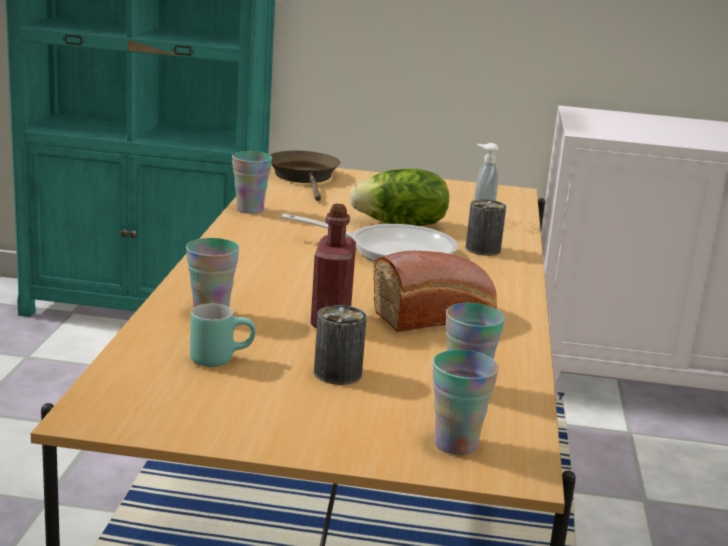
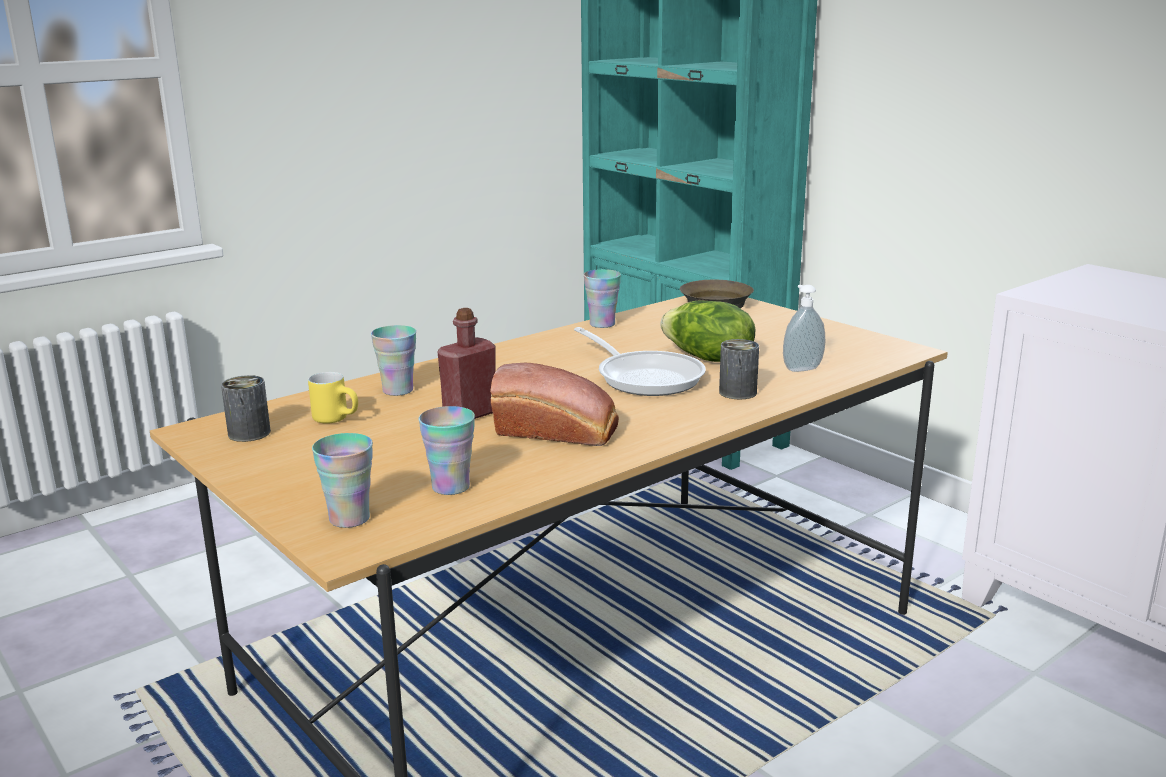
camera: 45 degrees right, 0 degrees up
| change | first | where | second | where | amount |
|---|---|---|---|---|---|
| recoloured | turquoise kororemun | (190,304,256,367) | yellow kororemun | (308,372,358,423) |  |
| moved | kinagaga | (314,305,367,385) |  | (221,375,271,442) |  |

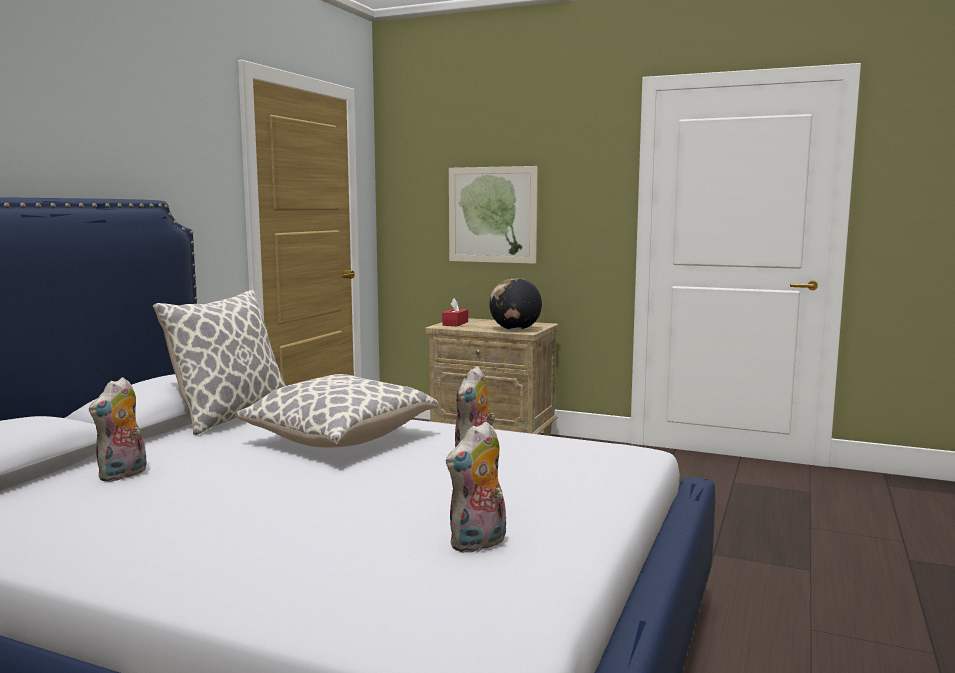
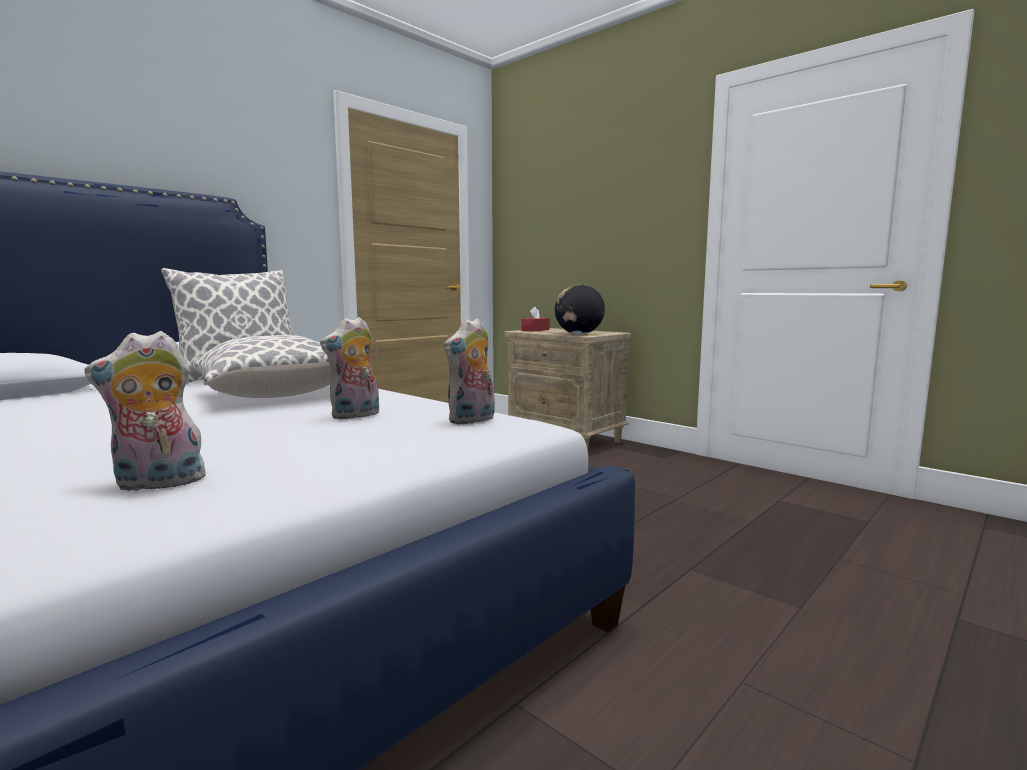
camera: 20 degrees right, 0 degrees up
| change | first | where | second | where | amount |
|---|---|---|---|---|---|
| removed | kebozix | (449,166,538,264) |  |  |  |
| moved | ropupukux | (89,377,147,482) |  | (444,318,495,425) |  |

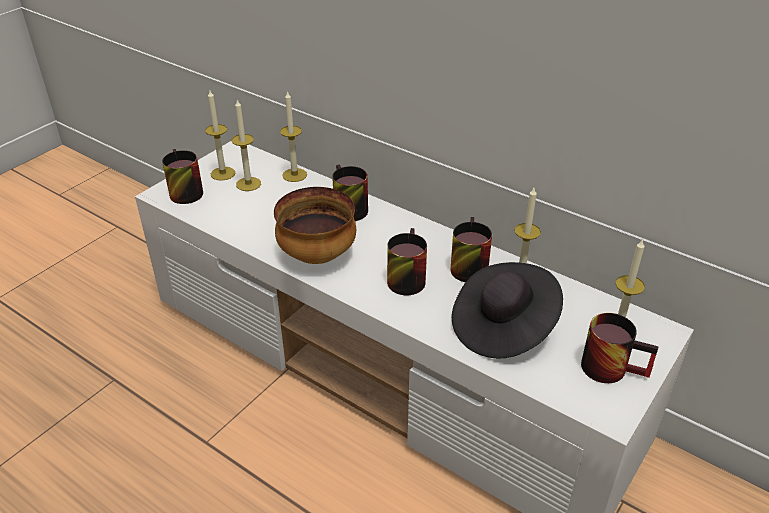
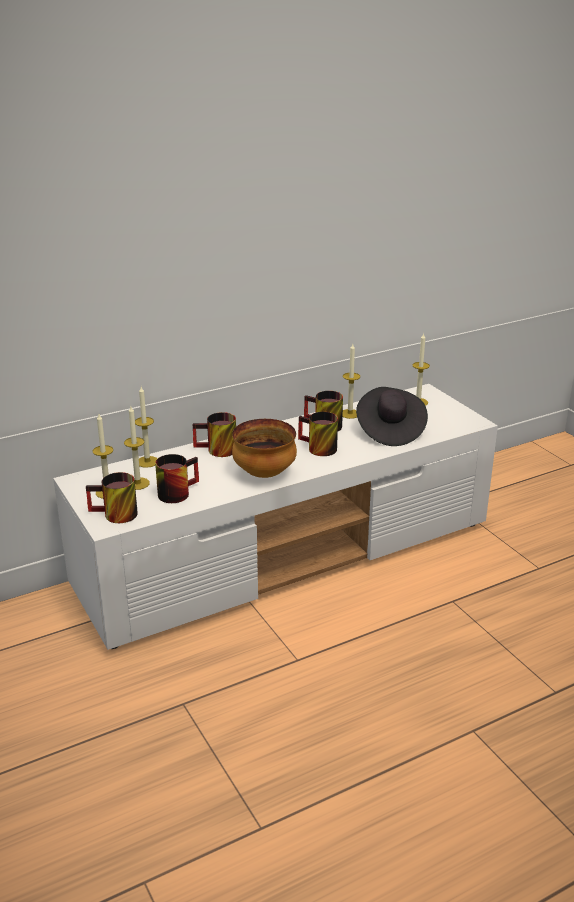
camera: 65 degrees left, 10 degrees down
| change | first | where | second | where | amount |
|---|---|---|---|---|---|
| moved | kororemun | (581,313,659,383) |  | (155,454,199,503) |  |

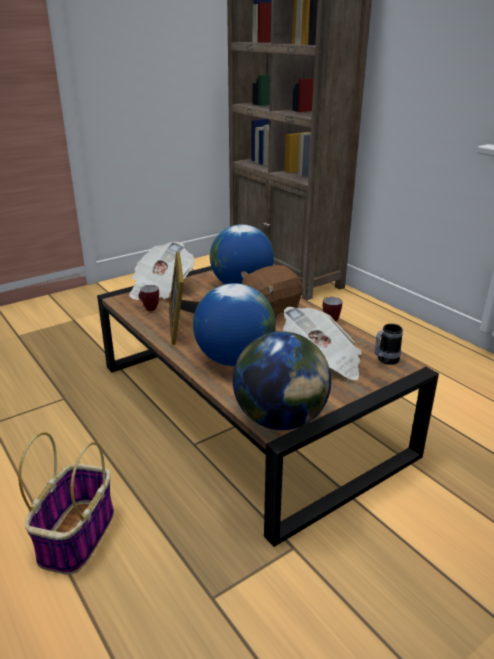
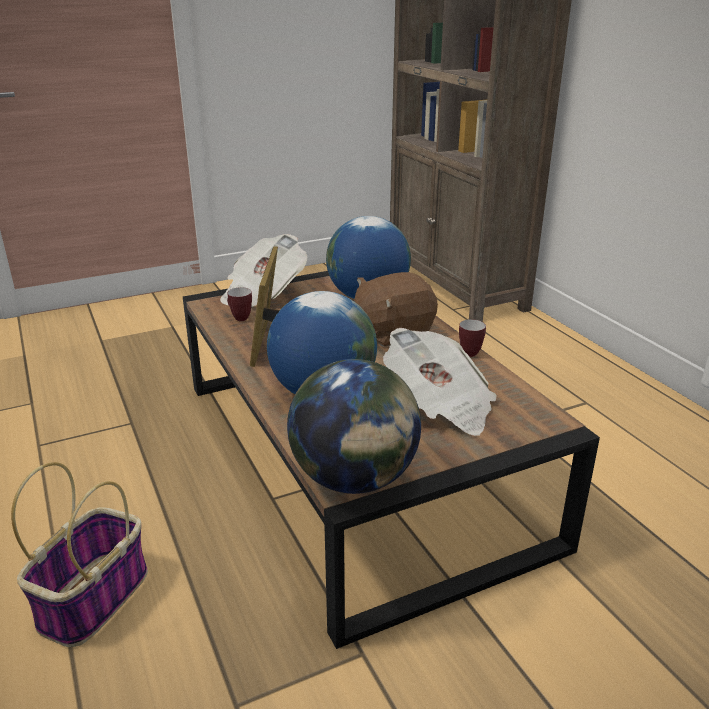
camera: 10 degrees right, 0 degrees up
| change | first | where | second | where | amount |
|---|---|---|---|---|---|
| removed | kororemun | (375,324,403,365) |  |  |  |

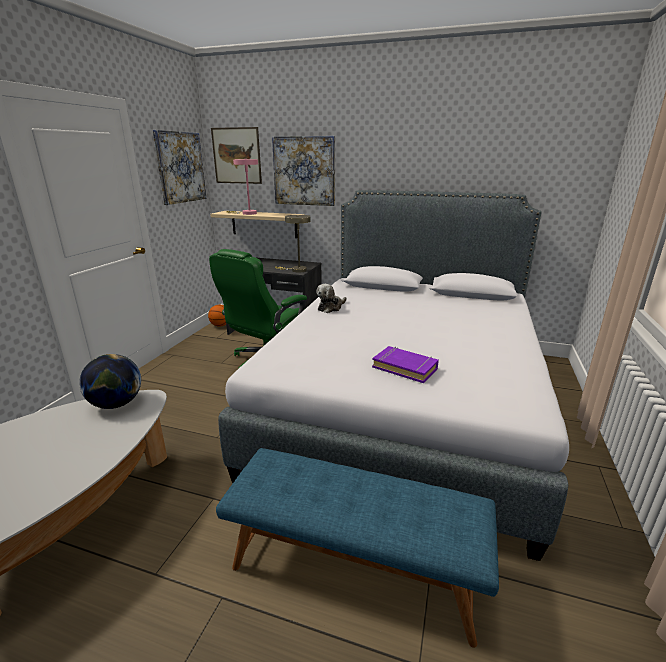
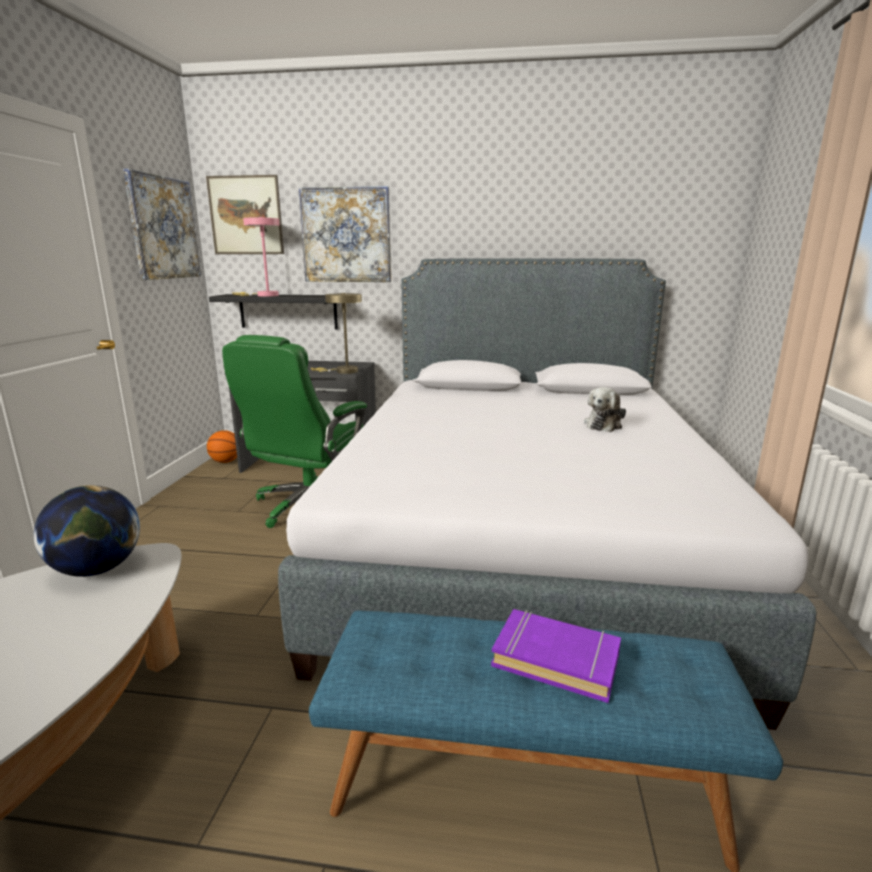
camera: 10 degrees left, 5 degrees down
| change | first | where | second | where | amount |
|---|---|---|---|---|---|
| recoloured | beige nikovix | (210,211,305,238) | black nikovix | (209,294,338,330) |  |
| moved | ropupukux | (316,284,347,313) |  | (584,387,626,432) |  |
| moved | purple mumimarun | (372,346,439,383) |  | (491,609,621,703) |  |

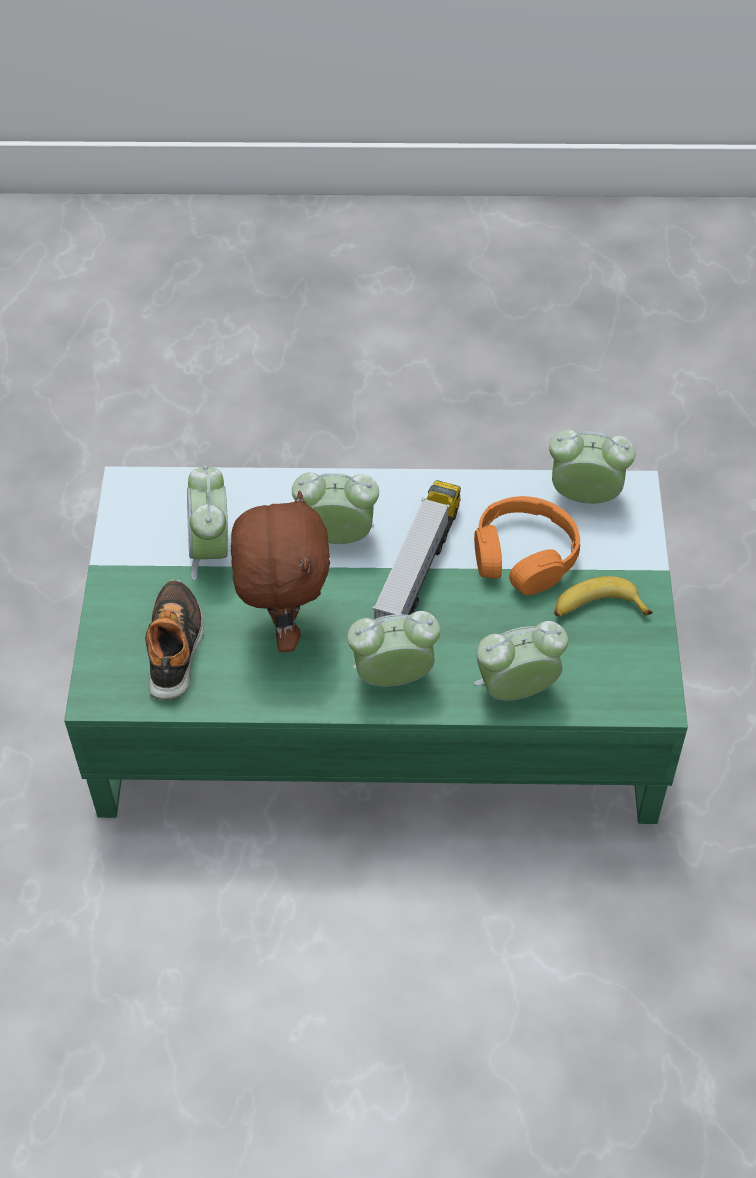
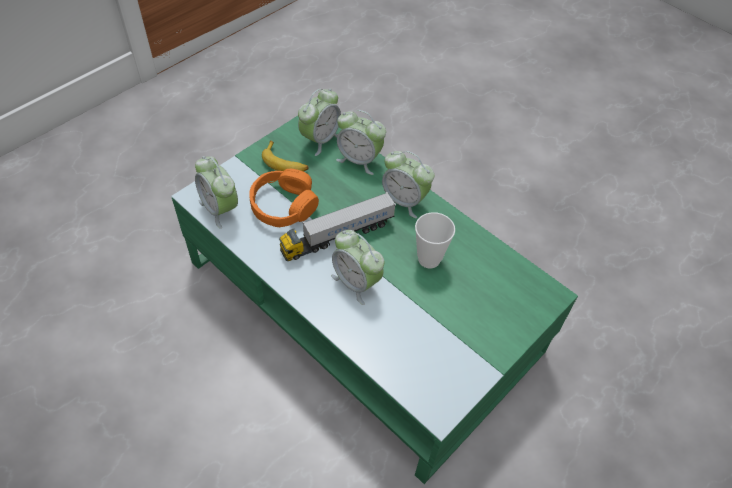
camera: 140 degrees left, 0 degrees up
| change | first | where | second | where | amount |
|---|---|---|---|---|---|
| moved | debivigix | (187,465,228,580) |  | (298,89,341,156) |  |
| replaced | brown ropupukux | (231,490,330,652) | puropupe | (415,212,455,269) |  |
| removed | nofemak | (145,580,204,700) |  |  |  |

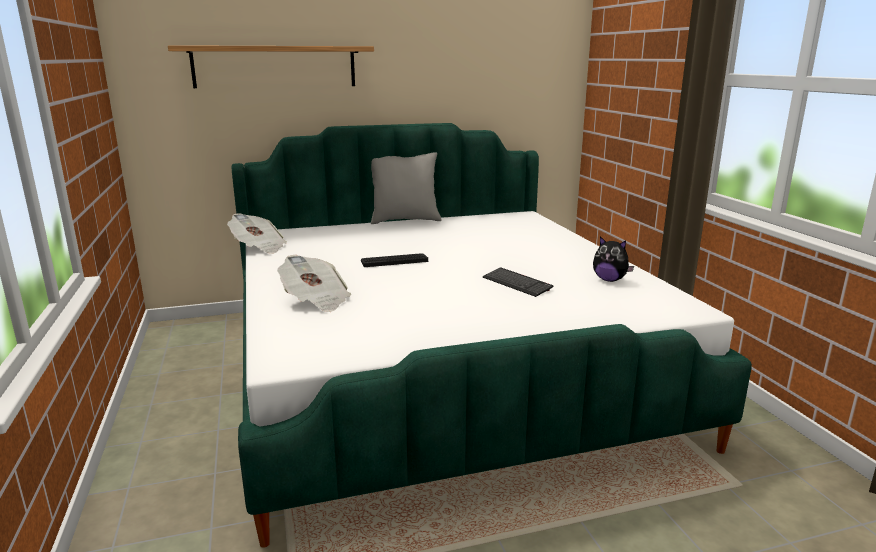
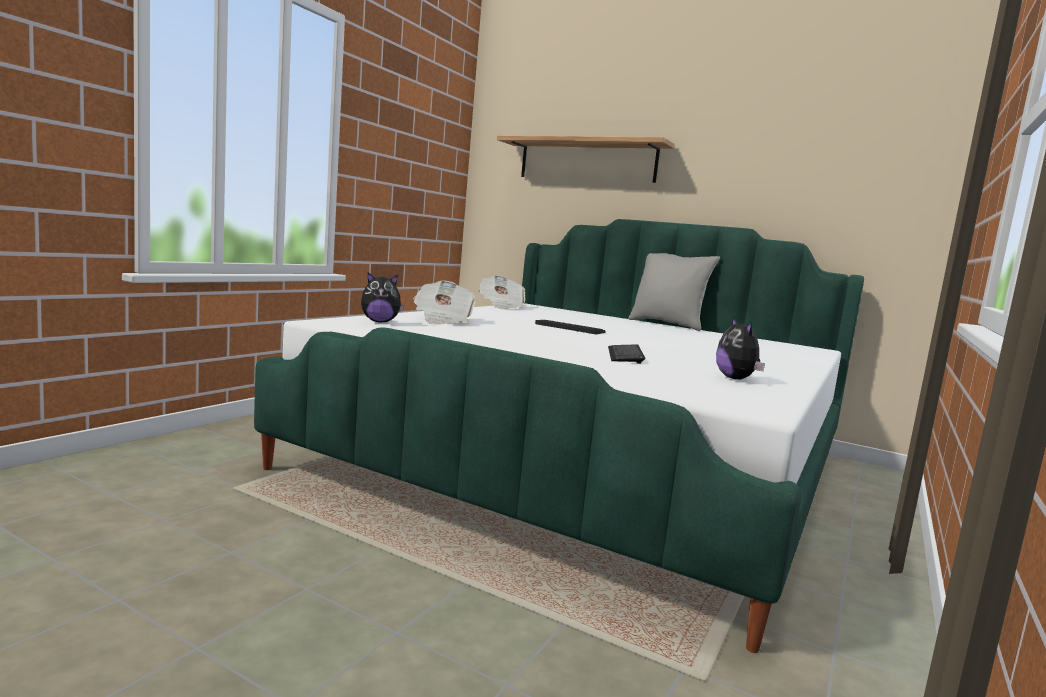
camera: 45 degrees right, 10 degrees down
| change | first | where | second | where | amount |
|---|---|---|---|---|---|
| added |  |  | ropupukux | (361,272,404,323) |  |

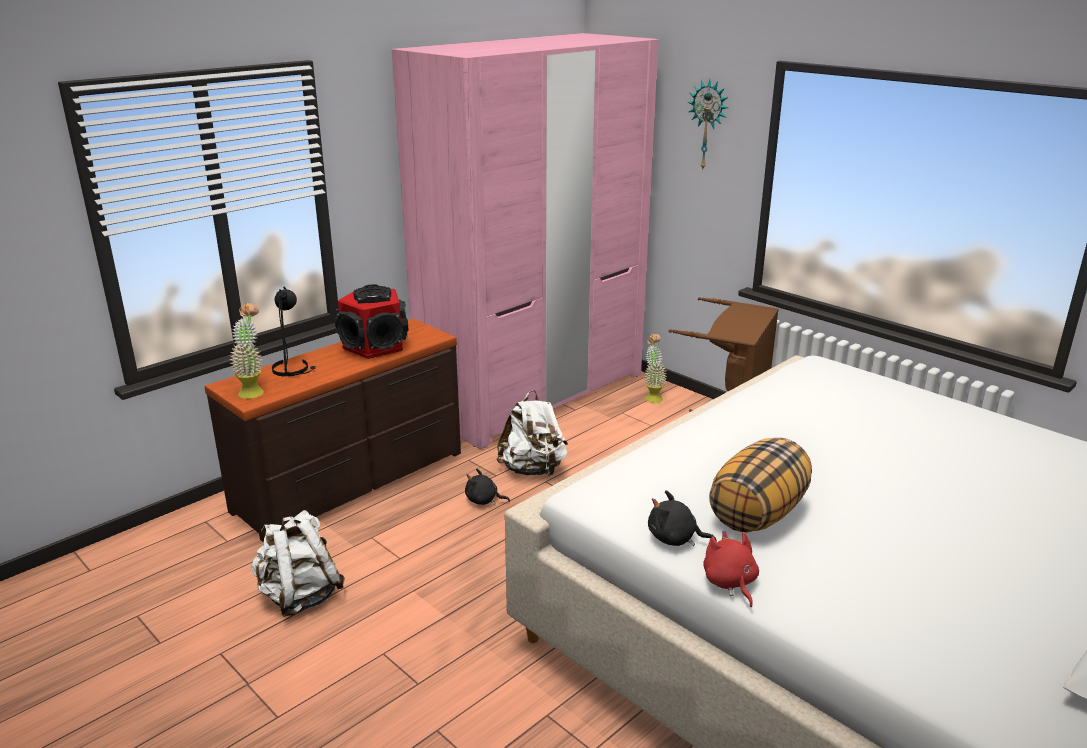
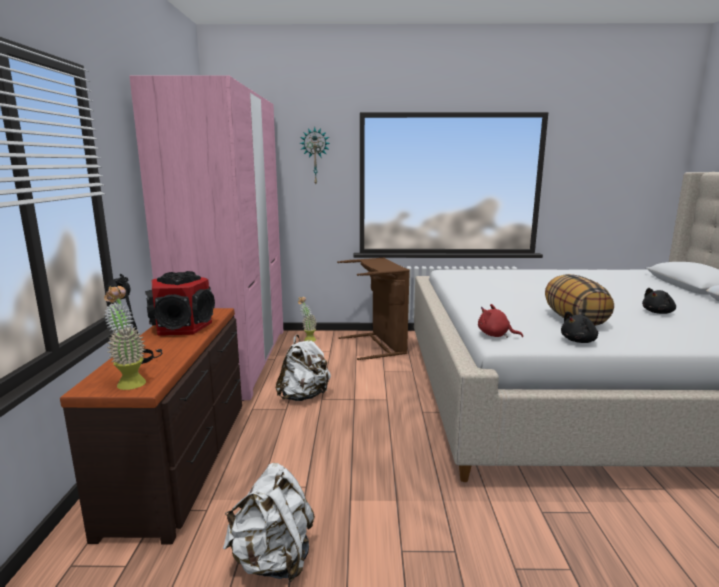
camera: 45 degrees left, 10 degrees down
| change | first | where | second | where | amount |
|---|---|---|---|---|---|
| moved | black ropupukux | (465,469,510,505) |  | (642,288,676,314) |  |
| moved | red ropupukux | (703,530,759,607) |  | (478,304,523,338) |  |

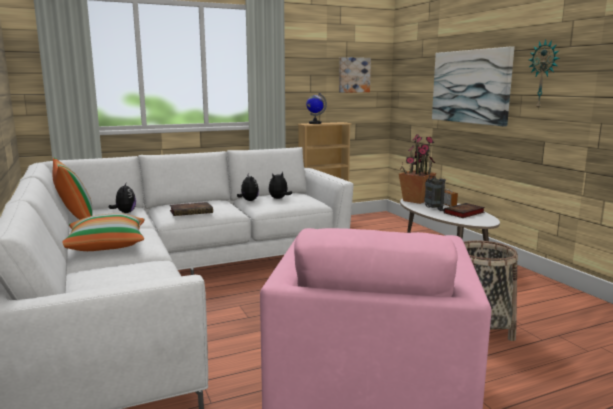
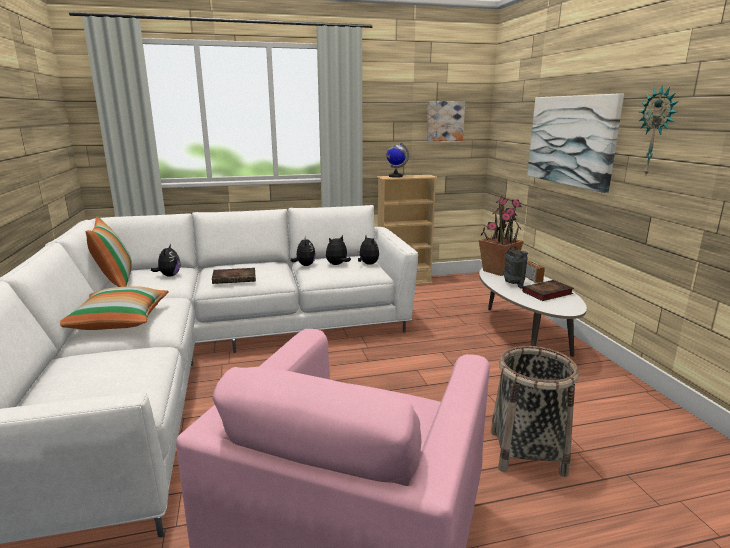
camera: 10 degrees right, 5 degrees up
| change | first | where | second | where | amount |
|---|---|---|---|---|---|
| added |  |  | ropupukux | (357,236,379,265) |  |

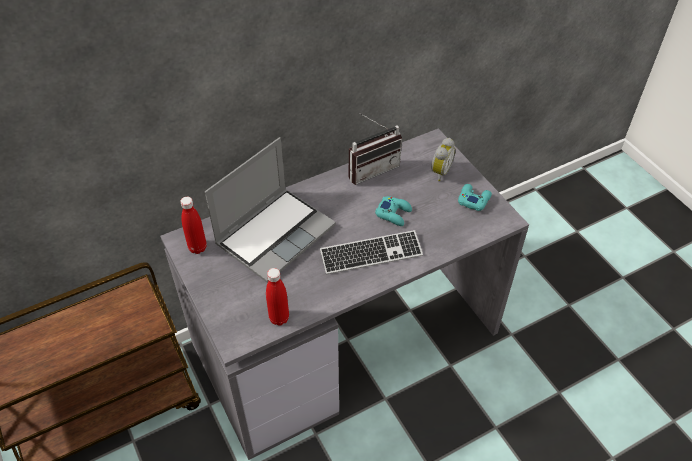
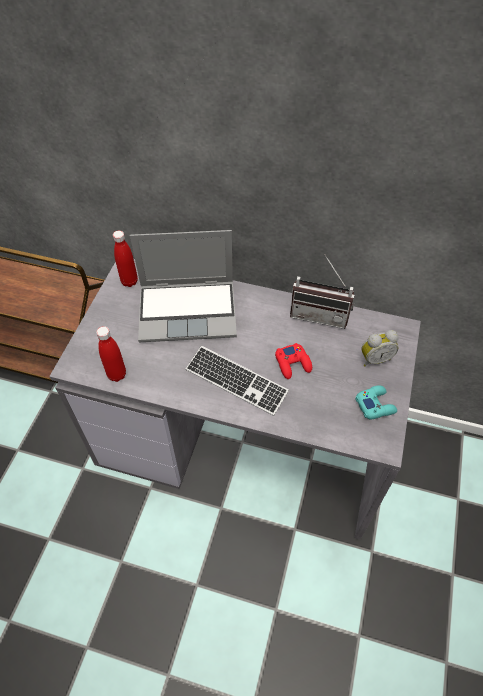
camera: 45 degrees right, 5 degrees up
| change | first | where | second | where | amount |
|---|---|---|---|---|---|
| recoloured | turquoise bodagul | (375,196,412,226) | red bodagul | (275,343,312,379) |  |

